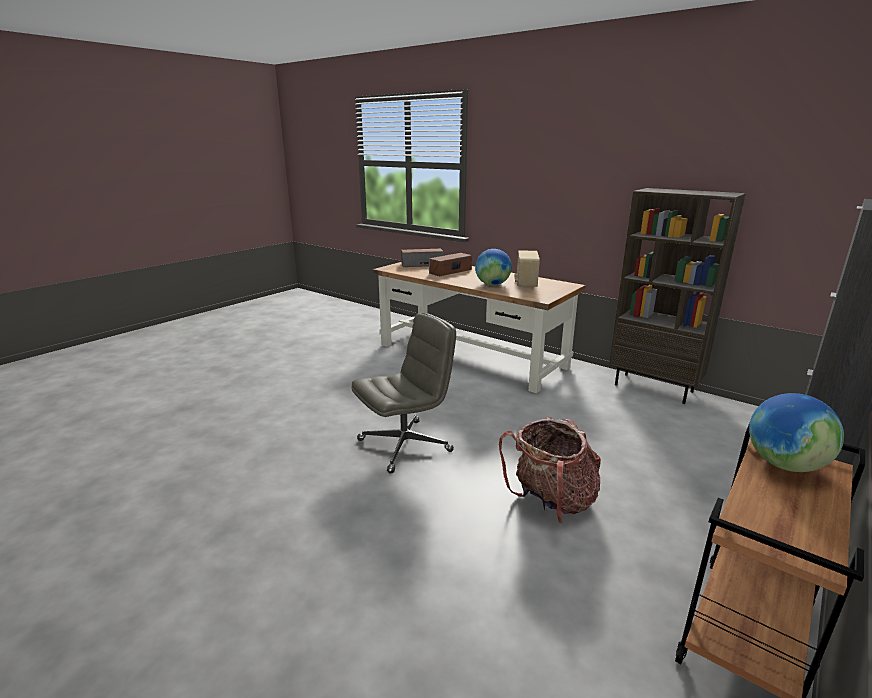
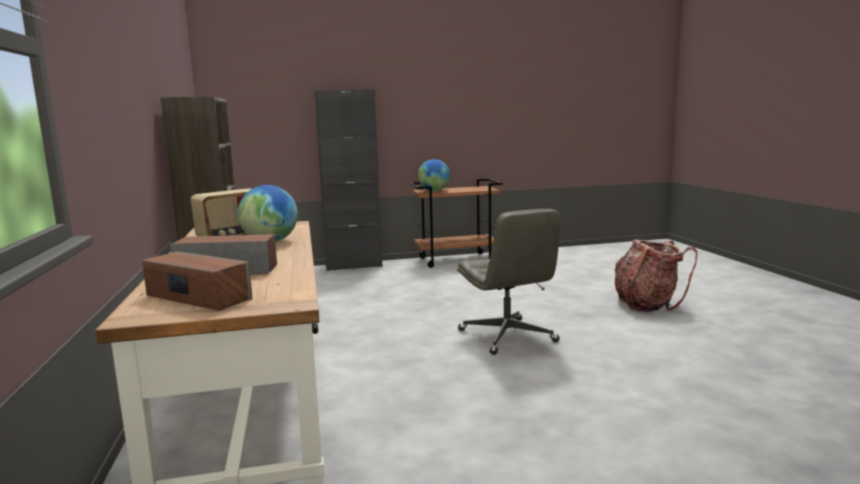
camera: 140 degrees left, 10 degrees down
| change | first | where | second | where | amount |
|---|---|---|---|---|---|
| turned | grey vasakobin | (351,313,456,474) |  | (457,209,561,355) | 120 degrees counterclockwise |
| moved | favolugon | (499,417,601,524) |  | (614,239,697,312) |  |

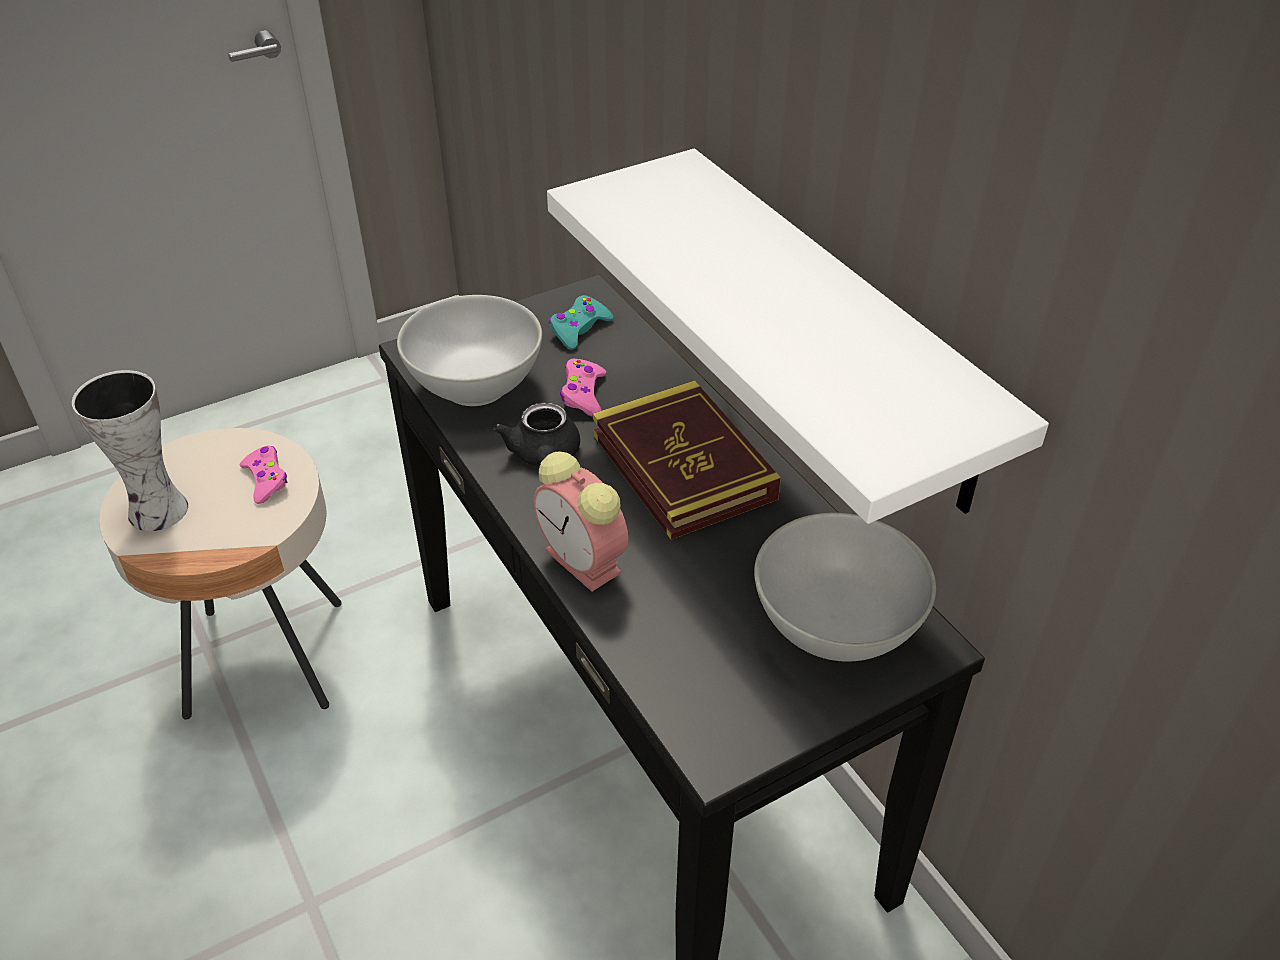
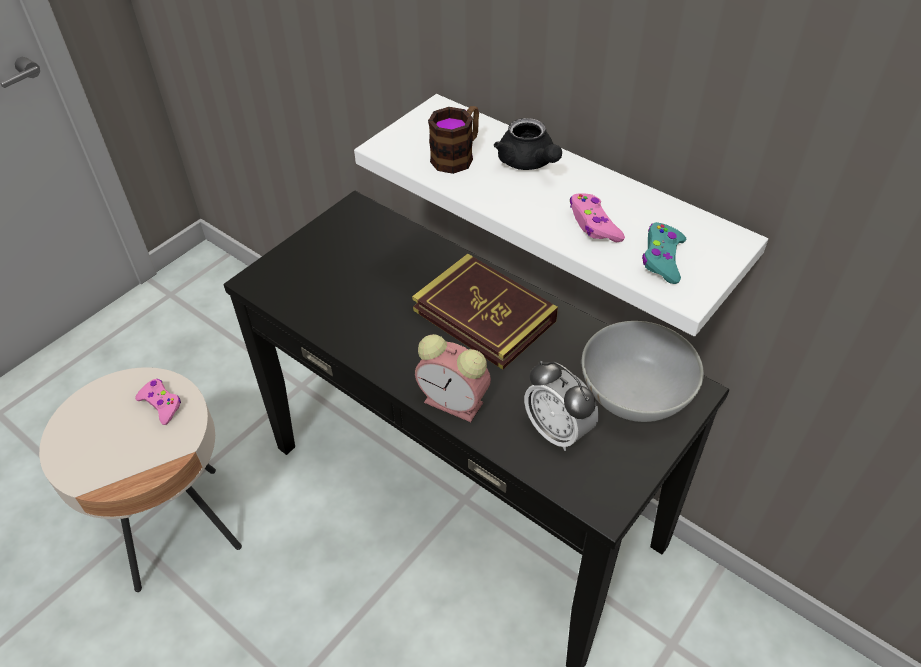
camera: 20 degrees left, 5 degrees up
| change | first | where | second | where | amount |
|---|---|---|---|---|---|
| removed | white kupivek | (397,295,542,406) |  |  |  |
| moved | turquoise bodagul | (549,295,613,350) |  | (642,222,686,284) |  |
| moved | pink bodagul | (560,358,606,416) |  | (570,194,625,242) |  |
| removed | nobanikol | (72,370,188,531) |  |  |  |
| moved | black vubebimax | (493,402,580,467) |  | (494,118,562,170) |  |
| added |  |  | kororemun | (428,106,479,174) |  |
| added |  |  | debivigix | (524,361,599,451) |  |

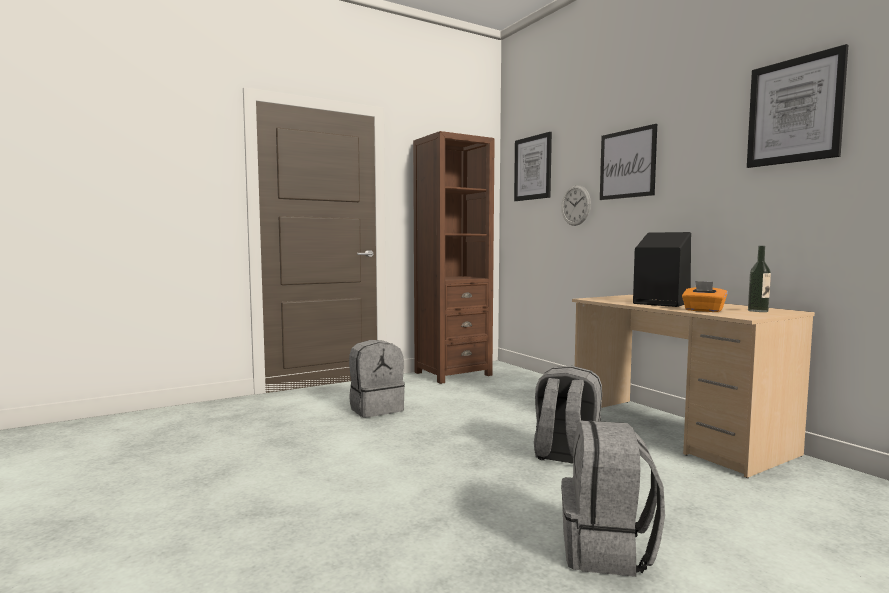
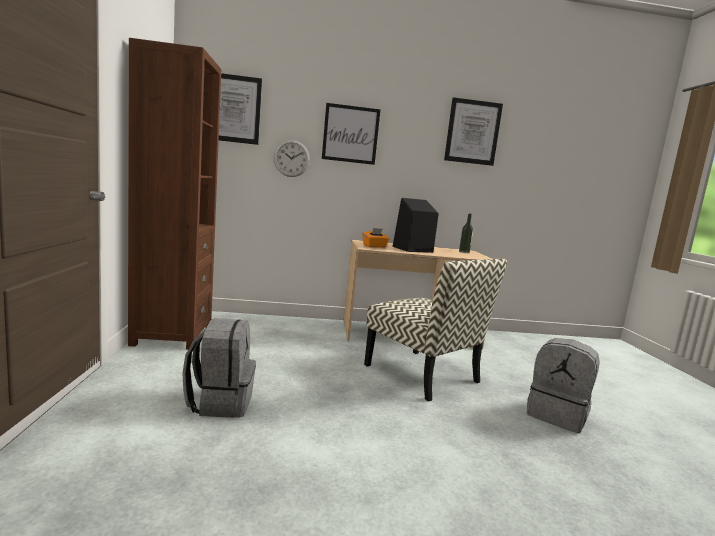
camera: 65 degrees left, 5 degrees up
| change | first | where | second | where | amount |
|---|---|---|---|---|---|
| moved | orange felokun | (682,281,728,312) |  | (362,228,389,248) |  |
| replaced | grey favolugon | (534,366,602,464) | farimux | (364,259,507,401) |  |

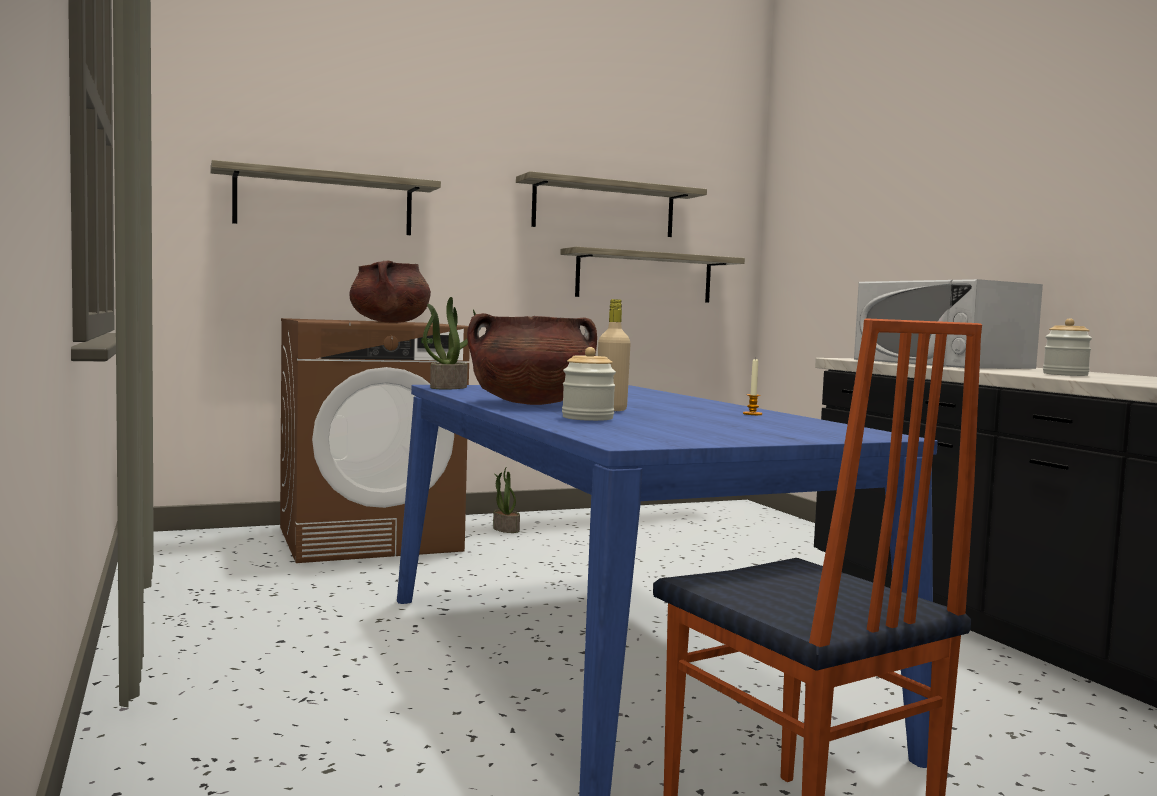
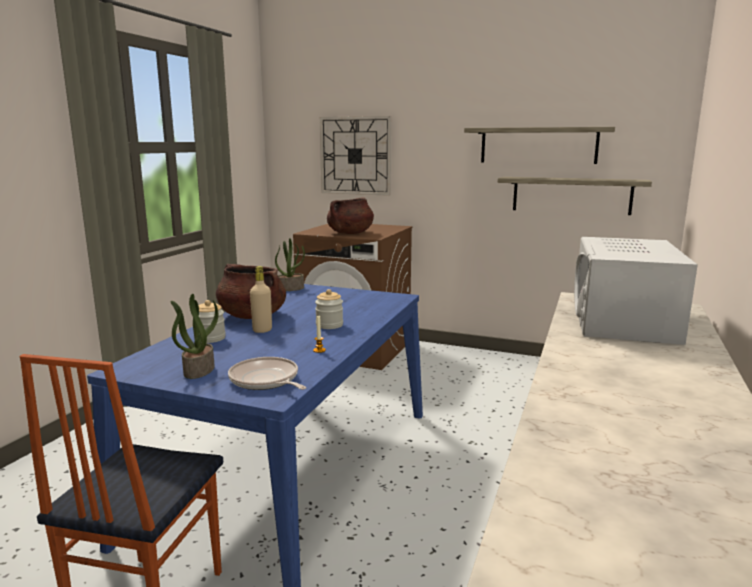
camera: 45 degrees right, 10 degrees up
| change | first | where | second | where | amount |
|---|---|---|---|---|---|
| replaced | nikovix | (210,160,441,235) | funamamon | (320,116,391,196) |  |
| moved | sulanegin | (1043,318,1092,376) |  | (315,289,343,329) |  |
| moved | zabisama | (493,466,520,533) |  | (170,294,218,379) |  |
| added |  |  | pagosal | (228,357,306,390) |  |

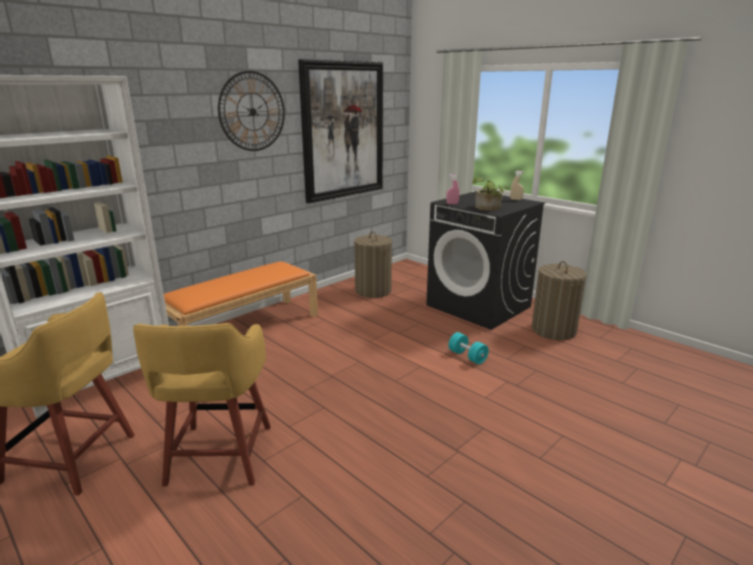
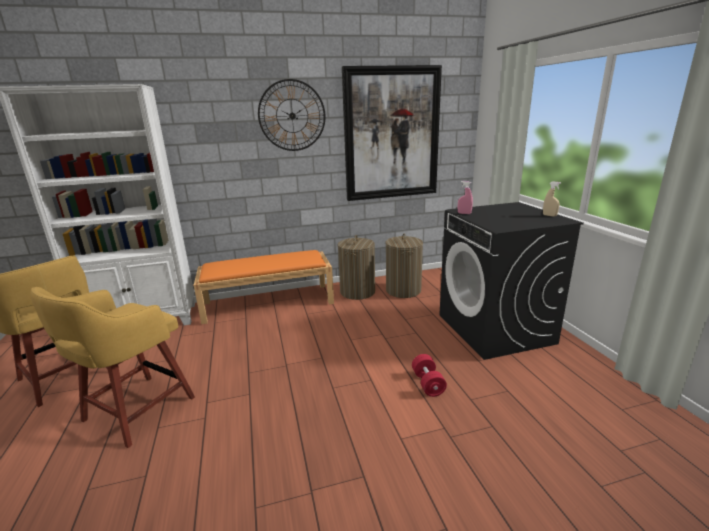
camera: 30 degrees right, 0 degrees up
| change | first | where | second | where | amount |
|---|---|---|---|---|---|
| removed | zabisama | (472,177,509,211) |  |  |  |
| moved | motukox | (532,261,587,340) |  | (337,235,375,300) |  |
| recoloured | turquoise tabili | (448,332,489,364) | red tabili | (412,354,447,397) |  |

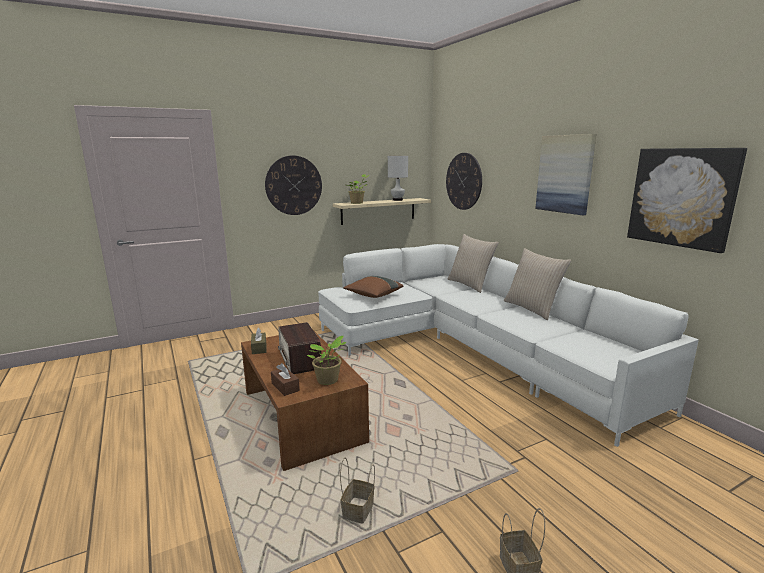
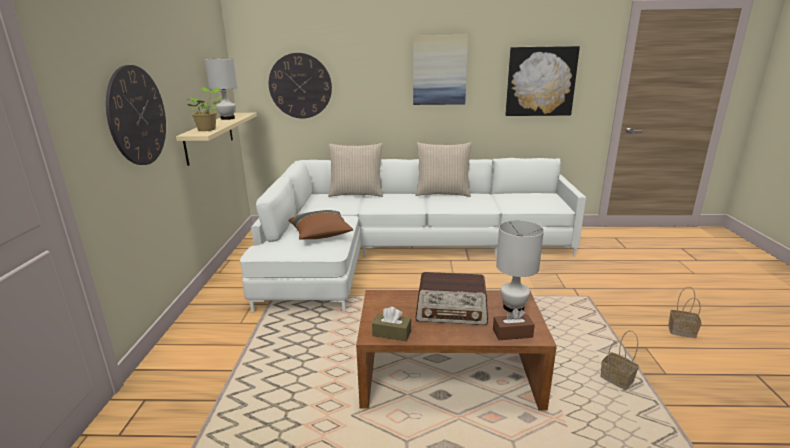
camera: 60 degrees left, 5 degrees up
| change | first | where | second | where | amount |
|---|---|---|---|---|---|
| replaced | zabisama | (307,335,346,385) | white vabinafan | (496,220,544,313) |  |

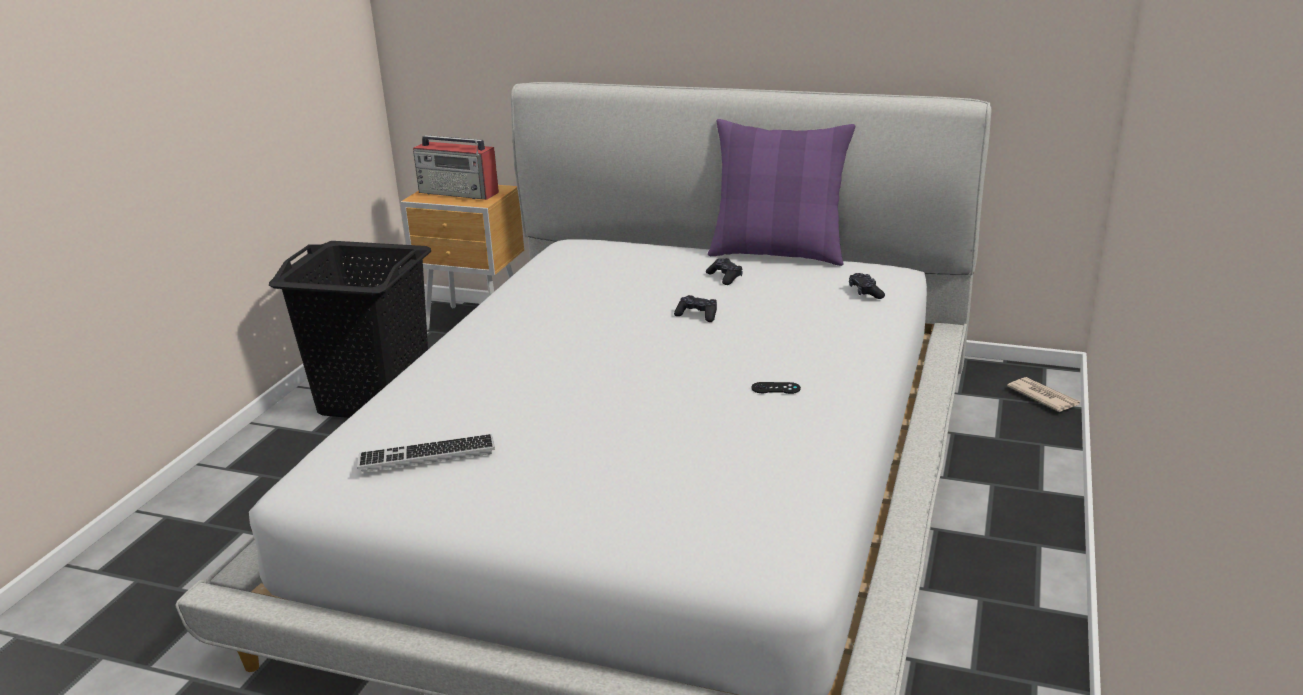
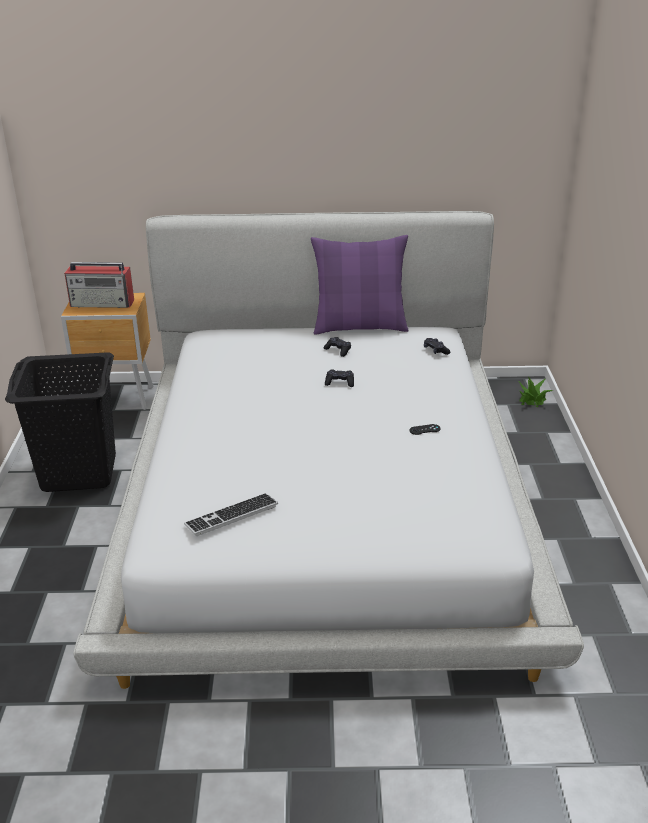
camera: 20 degrees left, 5 degrees up
| change | first | where | second | where | amount |
|---|---|---|---|---|---|
| replaced | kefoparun | (1007,377,1081,412) | zabisama | (518,377,553,407) |  |

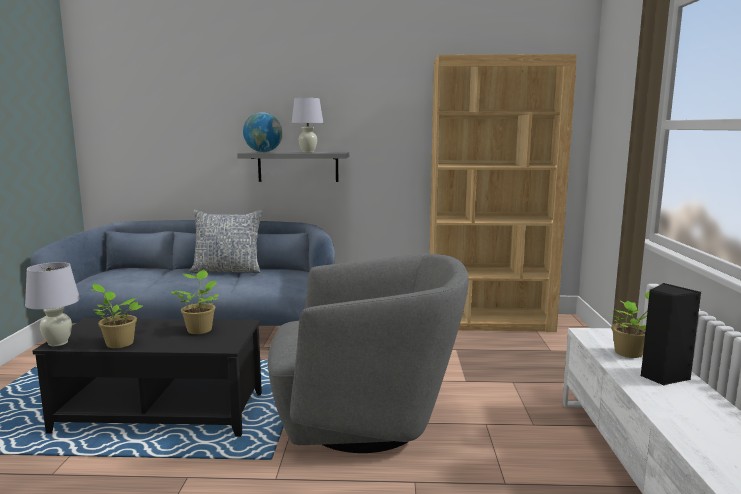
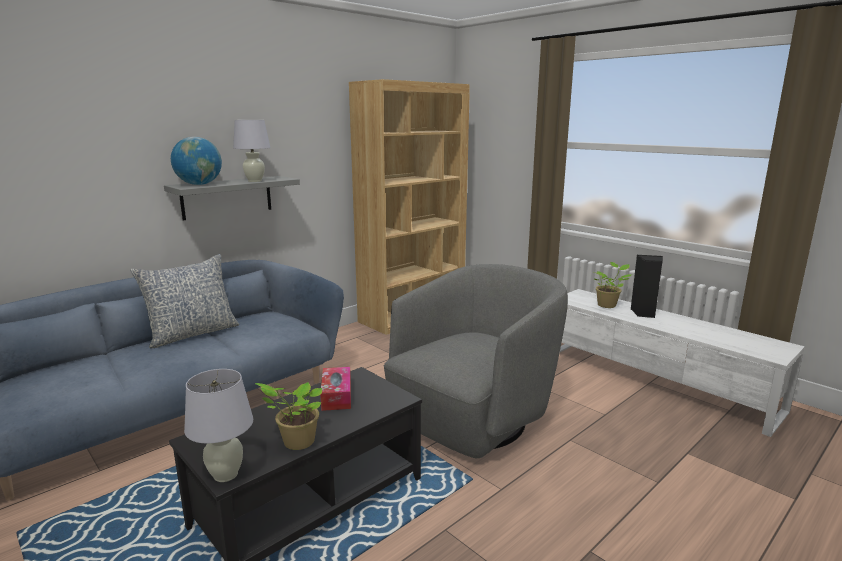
camera: 45 degrees left, 5 degrees up
| change | first | where | second | where | amount |
|---|---|---|---|---|---|
| replaced | zabisama | (171,270,219,334) | felokun | (320,367,351,411) |  |

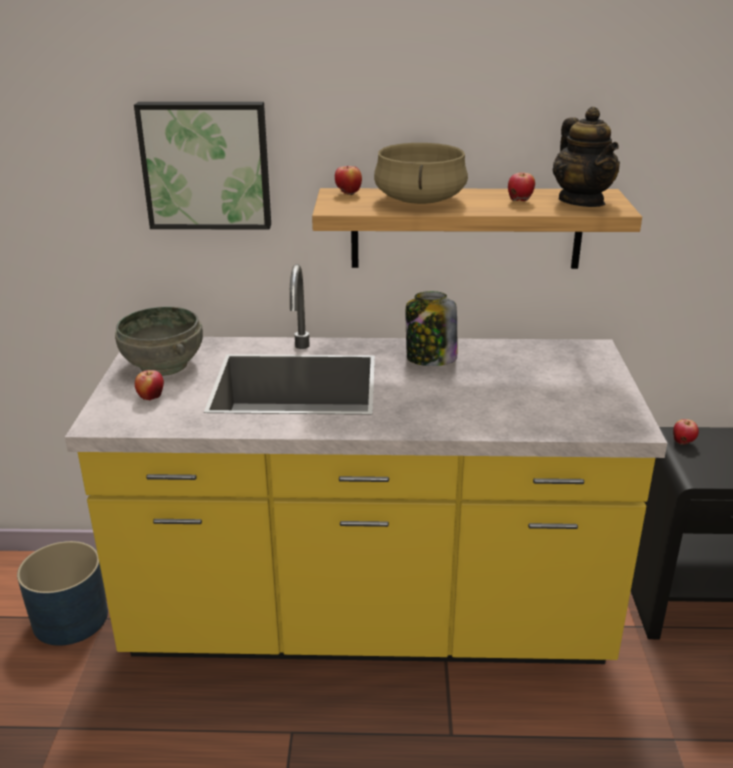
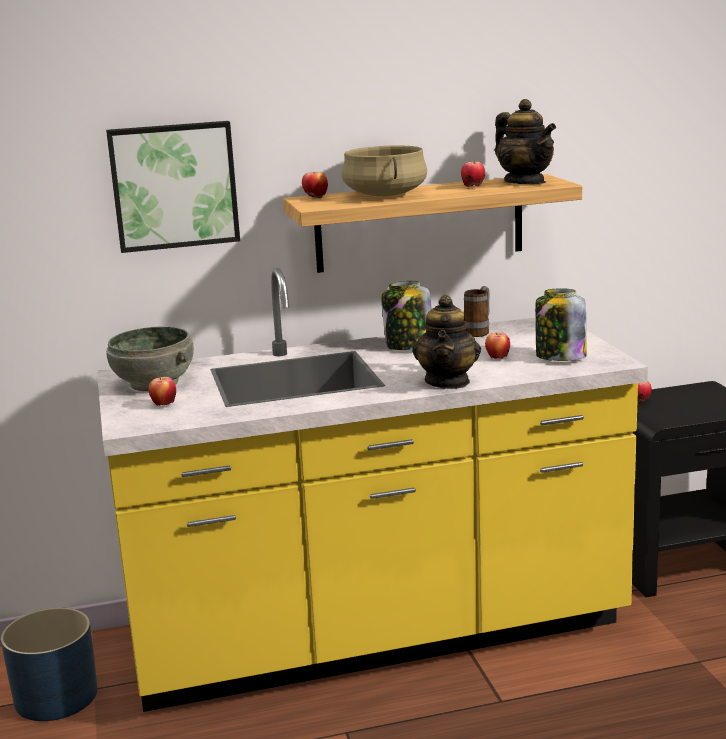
camera: 15 degrees left, 10 degrees down
| change | first | where | second | where | amount |
|---|---|---|---|---|---|
| added |  |  | kororemun | (464,286,490,337) |  |
| added |  |  | sulanegin | (535,288,587,361) |  |
| added |  |  | vubebimax | (412,295,481,389) |  |
| added |  |  | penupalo | (485,332,510,359) |  |

